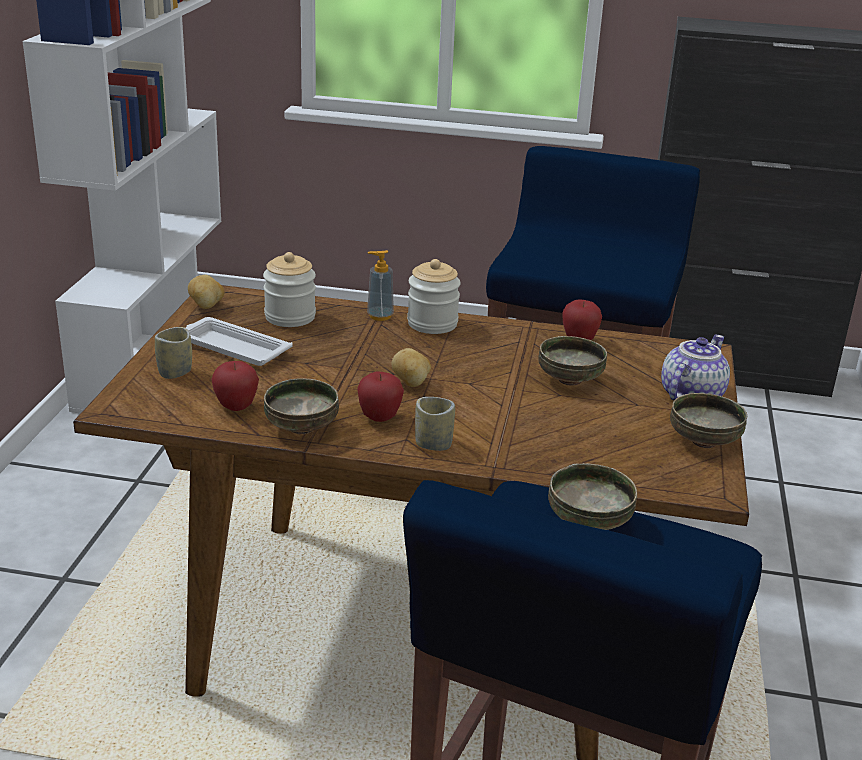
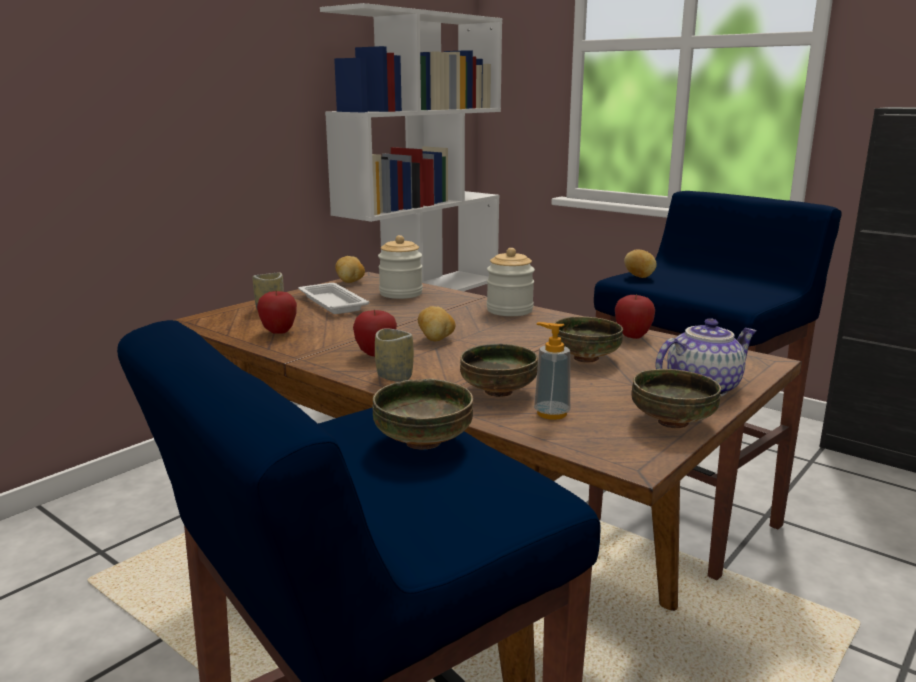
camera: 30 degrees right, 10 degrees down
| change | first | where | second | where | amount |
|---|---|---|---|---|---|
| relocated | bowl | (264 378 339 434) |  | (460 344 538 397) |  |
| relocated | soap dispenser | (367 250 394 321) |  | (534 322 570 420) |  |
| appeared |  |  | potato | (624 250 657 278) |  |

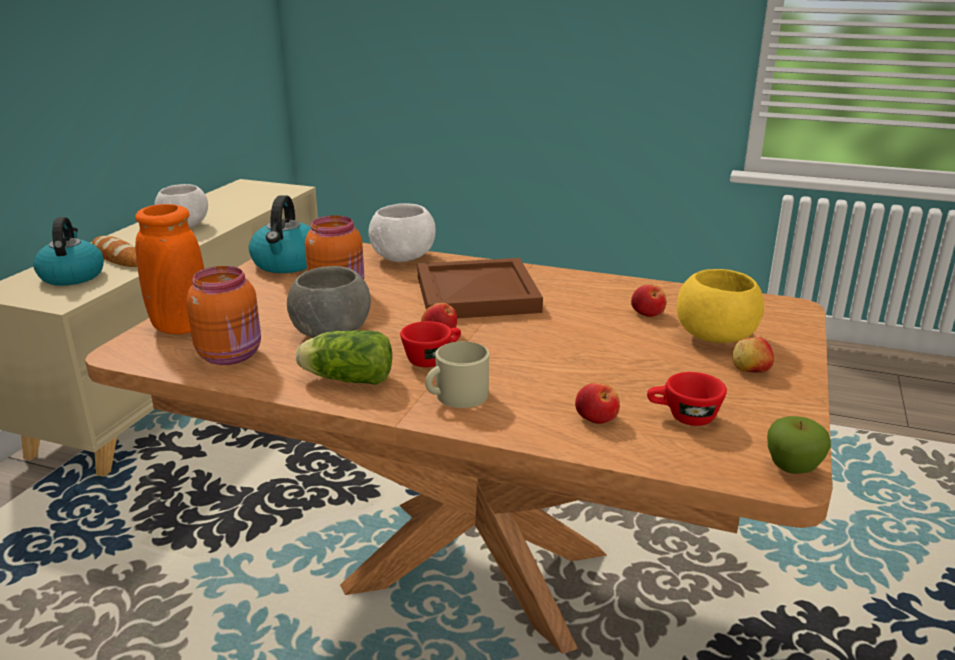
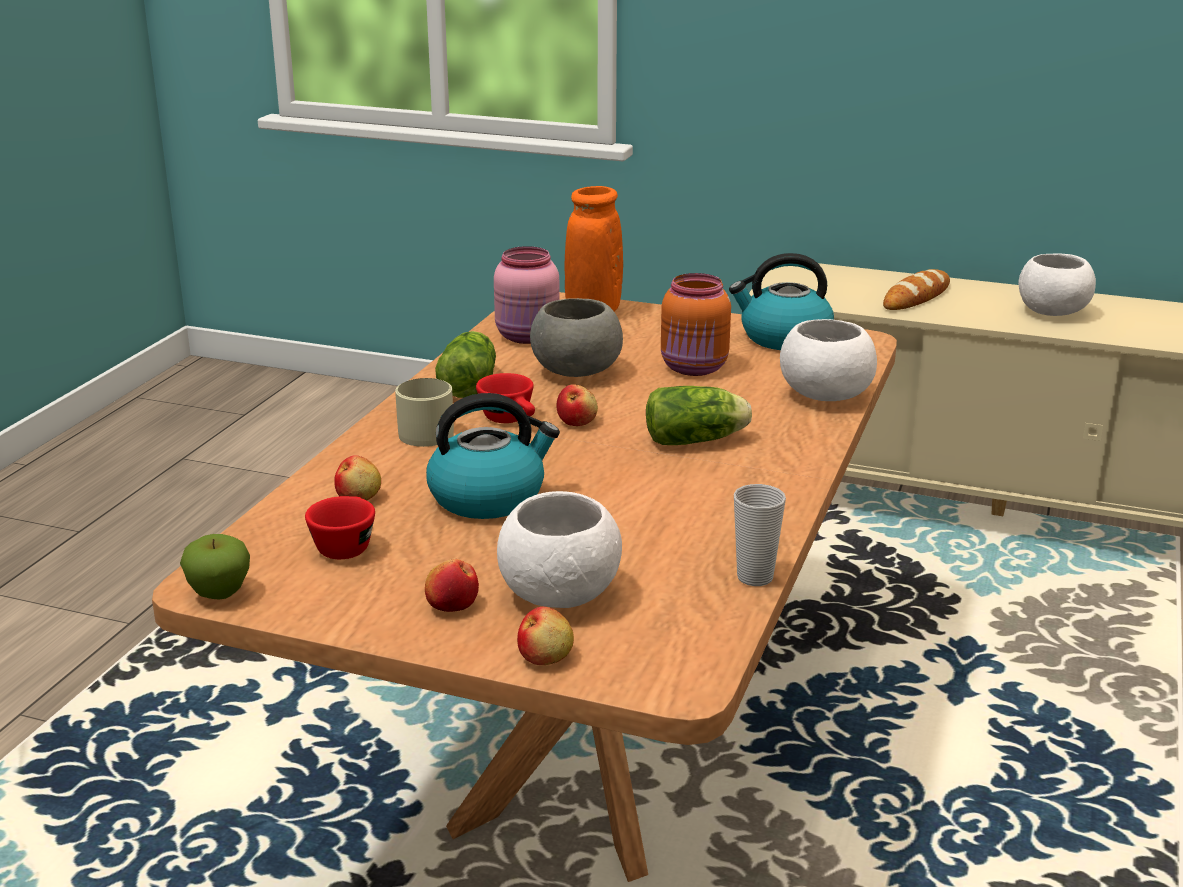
camera: 90 degrees right, 0 degrees up
| change | first | where | second | where | amount |
|---|---|---|---|---|---|
| relocated | kettle | (33 217 104 286) |  | (426 393 560 519) |  |
| colour | orange jar | (186 266 261 365) | pink jar | (494 246 560 344) |  |
| colour | yellow bowl | (677 269 764 343) | white bowl | (497 491 622 608) |  |
| relocated | apple | (631 284 666 317) |  | (517 607 574 665) |  |
| exchanged | brown tray | (417 258 543 318) | lettuce | (646 386 752 445) |  |
| appeared |  |  | cup | (734 484 786 586) |  |

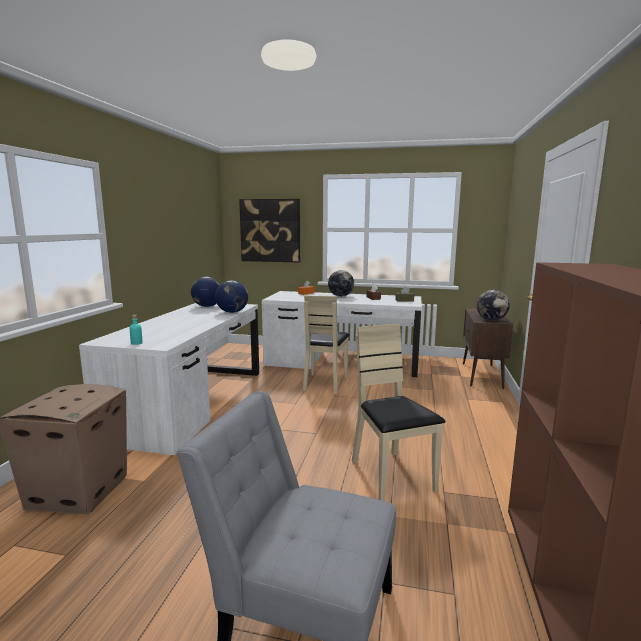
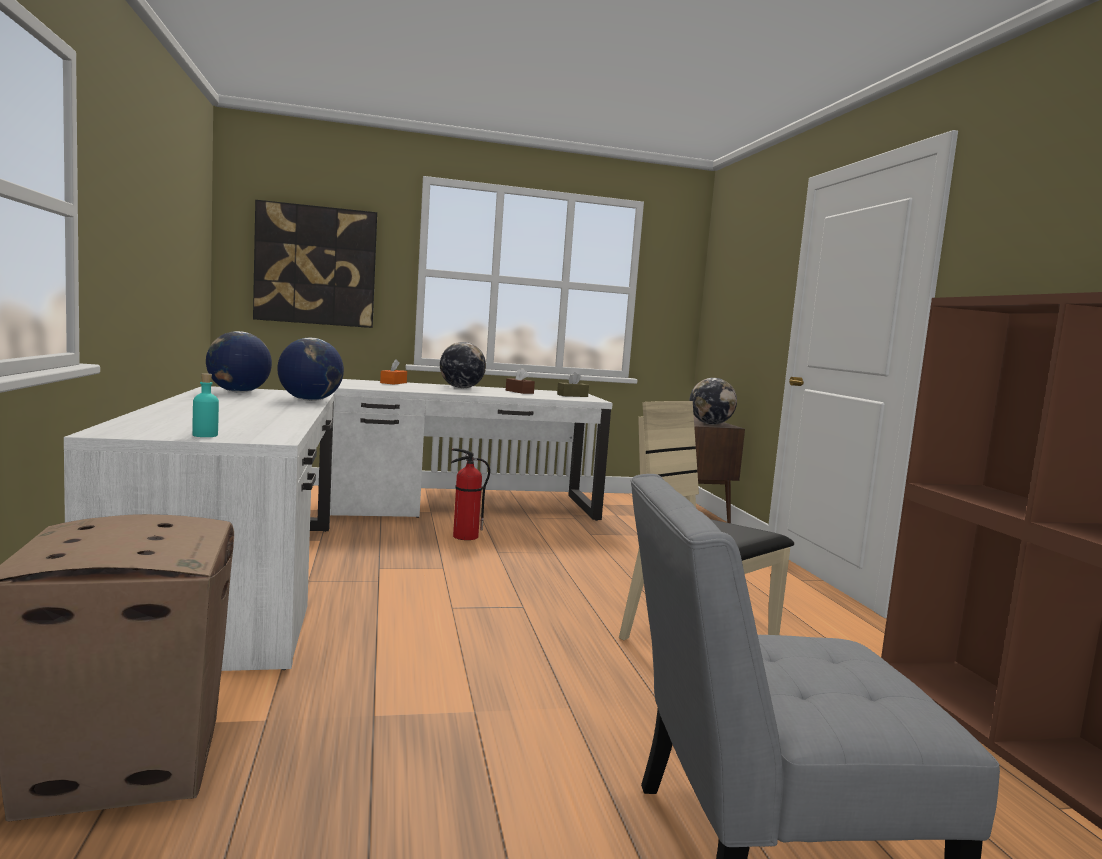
camera: 25 degrees left, 5 degrees down
| change | first | where | second | where | amount |
|---|---|---|---|---|---|
| exchanged | beige chair | (303 295 350 395) | fire extinguisher | (451 448 490 540) |  |

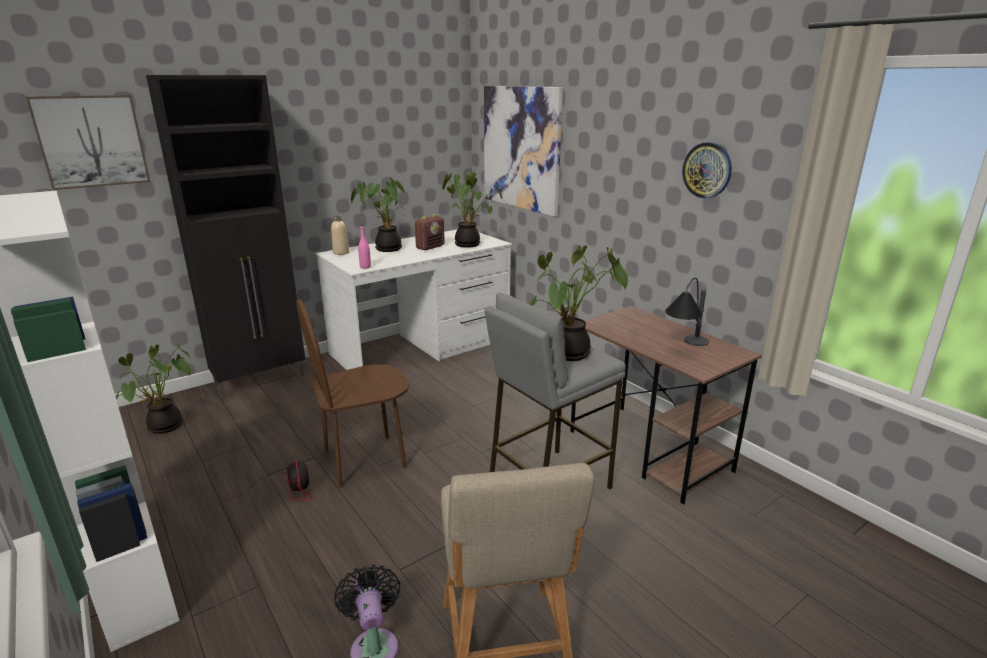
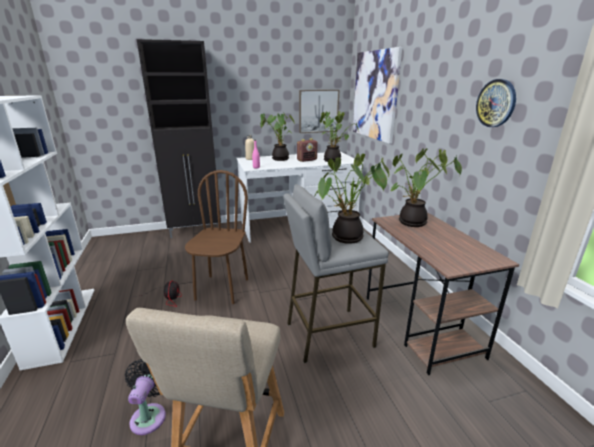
camera: 20 degrees right, 0 degrees up
| change | first | where | second | where | amount |
|---|---|---|---|---|---|
| spun | brown chair | (296 300 409 488) |  | (185 170 248 304) | 105 degrees clockwise |
| relocated | picture | (26 95 151 190) |  | (299 90 339 133) |  |
| relocated | potted plant | (116 343 191 434) |  | (391 148 462 227) |  |
| missing | table lamp | (665 278 709 346) |  |  |  |

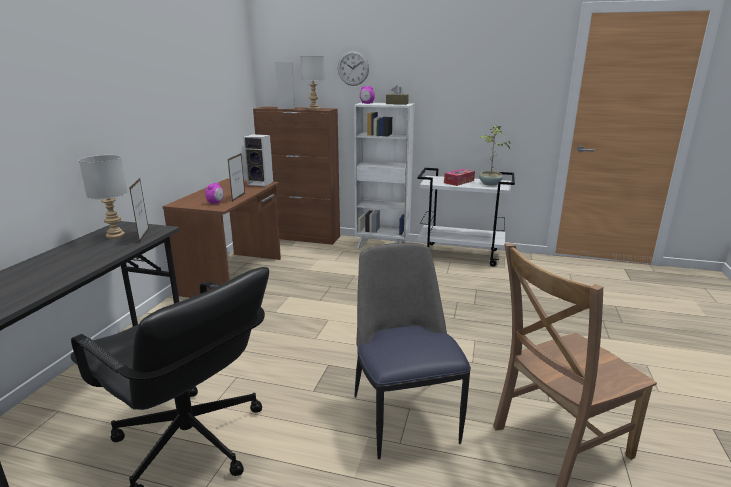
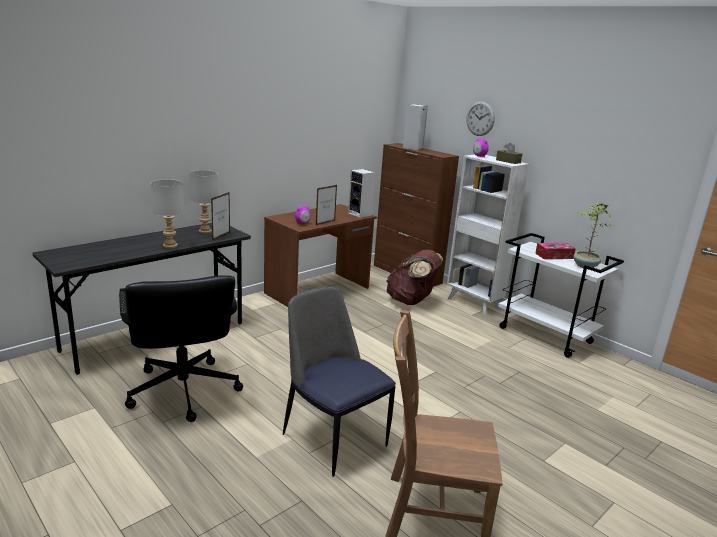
camera: 30 degrees right, 0 degrees up
| change | first | where | second | where | amount |
|---|---|---|---|---|---|
| relocated | grey table lamp | (300 56 325 110) |  | (151 179 184 249) |  |
| spun | chair | (355 243 471 459) |  | (283 287 396 477) | 60 degrees counterclockwise |
| appeared |  |  | brown backpack | (386 250 443 305) |  |

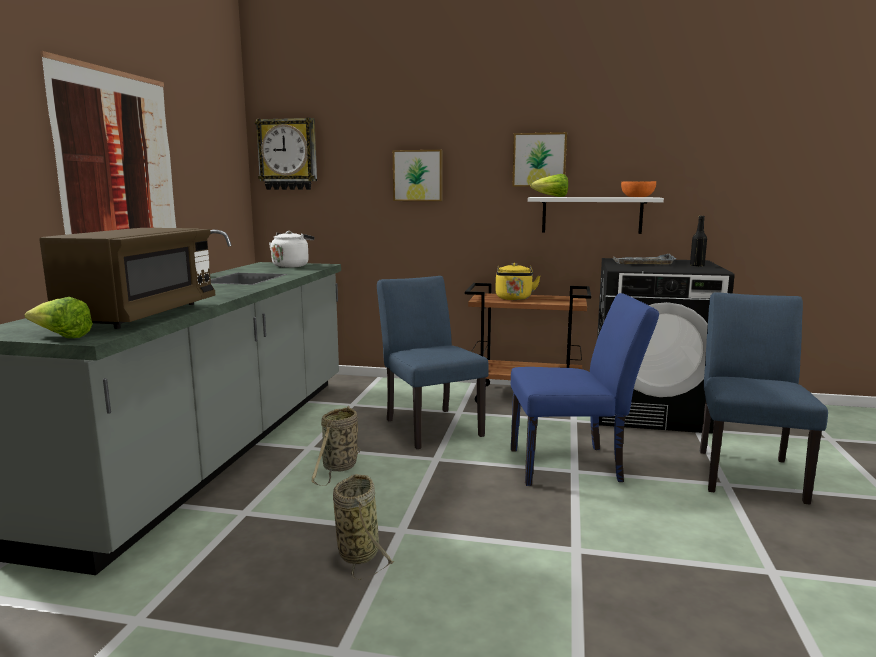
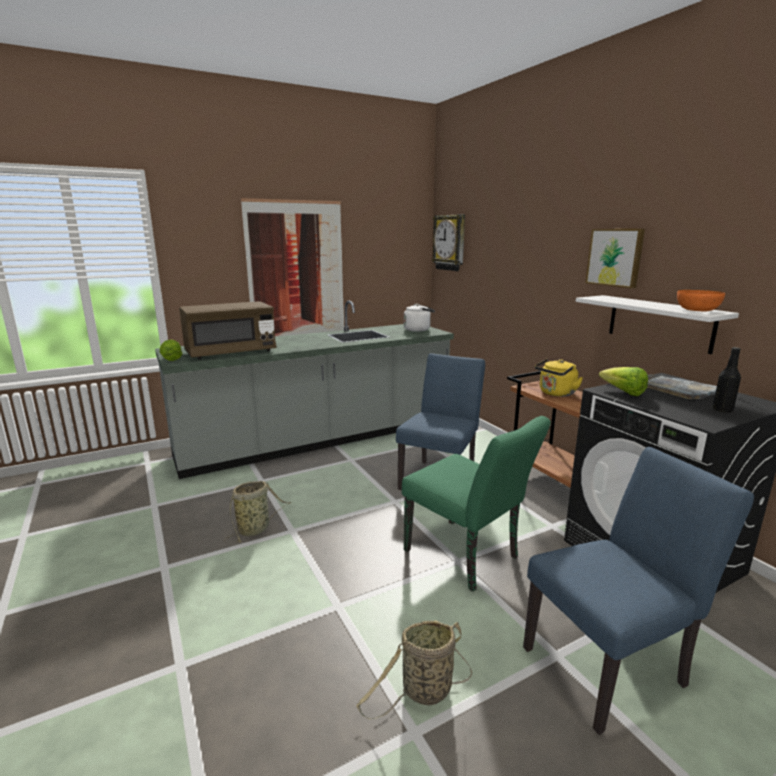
camera: 50 degrees right, 5 degrees up
| change | first | where | second | where | amount |
|---|---|---|---|---|---|
| relocated | basket | (311 406 360 486) |  | (356 620 472 719) |  |
| colour | blue chair | (511 293 659 486) | green chair | (402 416 551 592) |  |
| relocated | lettuce | (530 174 568 197) |  | (599 367 648 396) |  |
| missing | picture | (393 150 443 201) |  |  |  |

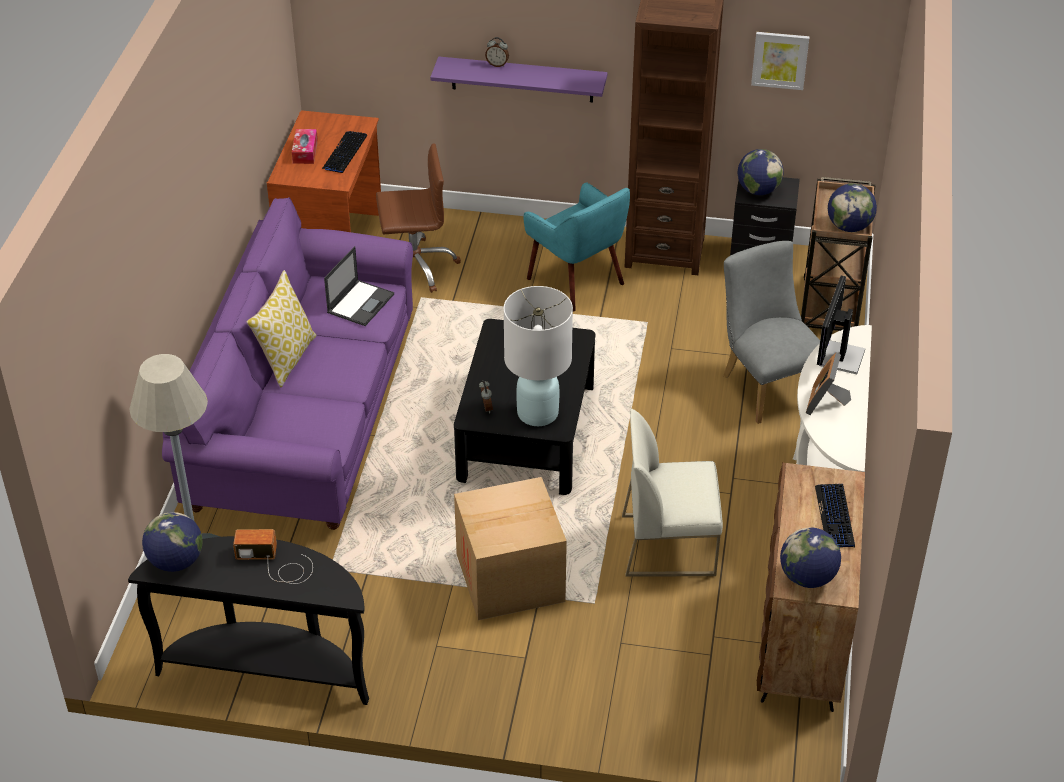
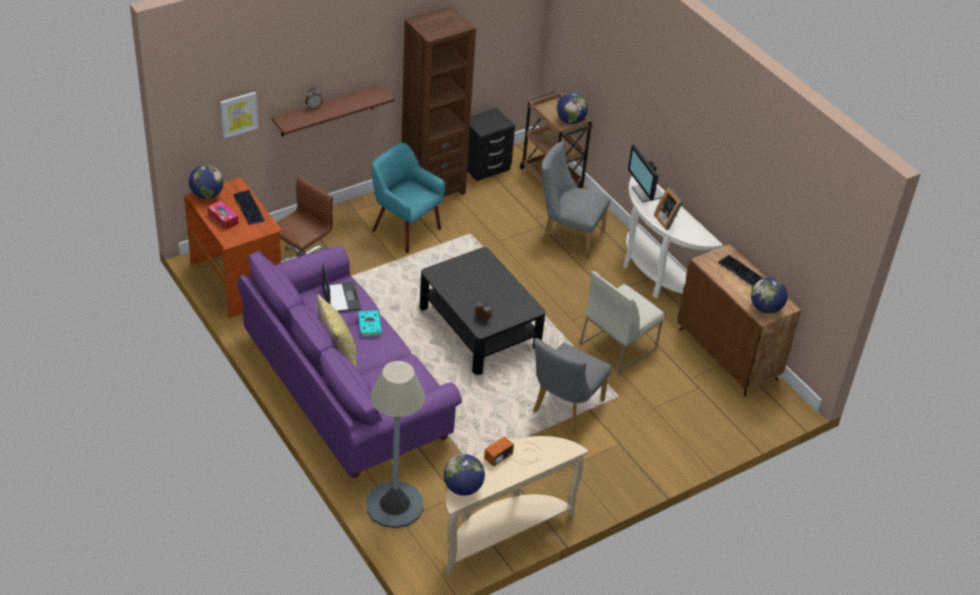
camera: 45 degrees left, 0 degrees up
| change | first | where | second | where | amount |
|---|---|---|---|---|---|
| relocated | globe | (738 149 784 195) |  | (189 165 224 199) |  |
| relocated | picture | (751 32 809 90) |  | (220 92 258 139) |  |
| colour | purple shelf | (430 56 608 103) | brown shelf | (272 85 395 137) |  |
| appeared |  |  | turquoise book | (358 310 382 337) |  |
| spun | turquoise armchair | (524 182 630 311) |  | (372 143 445 253) | 150 degrees counterclockwise |
| colour | black console table | (128 536 369 705) | beige console table | (445 436 589 577) |  |
| exchanged | cardboard box | (454 477 567 620) | grey chair | (533 338 612 432) |  |
| missing | white table lamp | (503 286 573 426) |  |  |  |

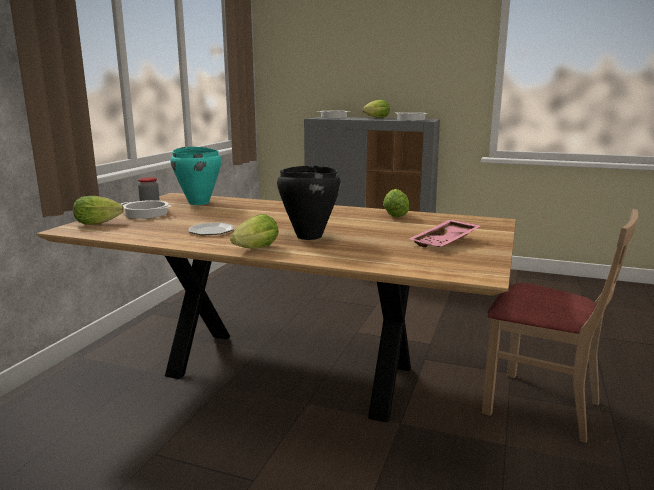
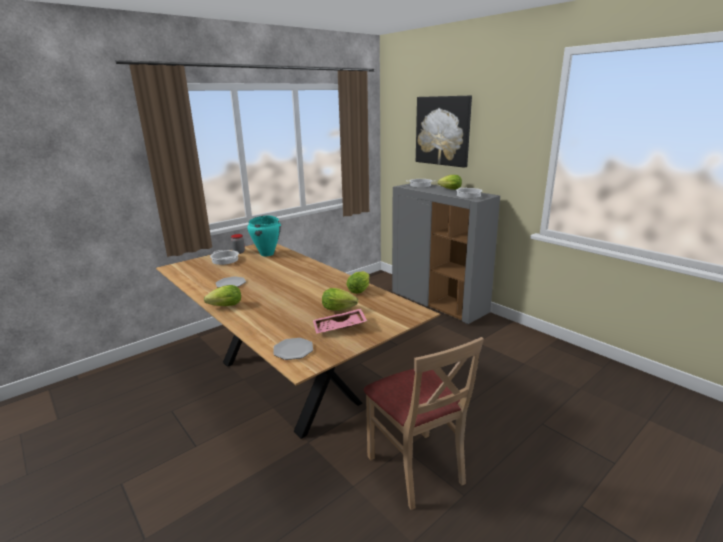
camera: 30 degrees right, 5 degrees up
| change | first | where | second | where | amount |
|---|---|---|---|---|---|
| appeared |  |  | plate | (273 338 313 360) |  |
| relocated | lettuce | (73 196 124 225) |  | (322 288 358 311) |  |
| appeared |  |  | picture | (416 96 472 168) |  |
| missing | black cooking pot | (277 165 341 240) |  |  |  |

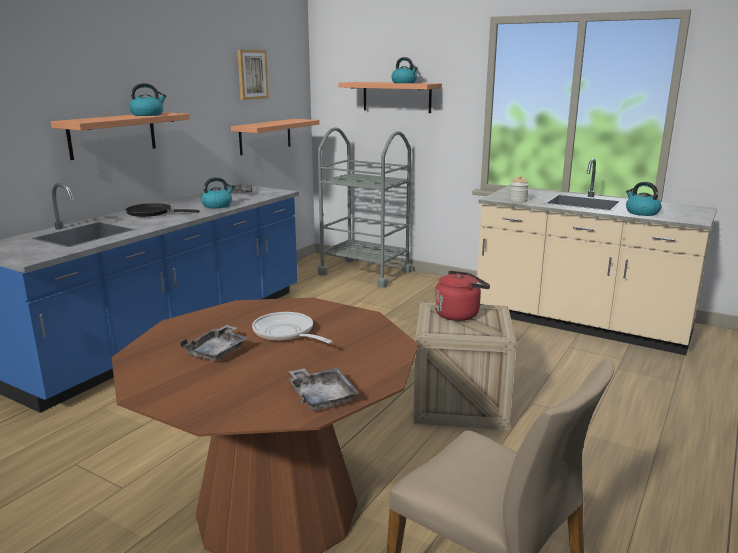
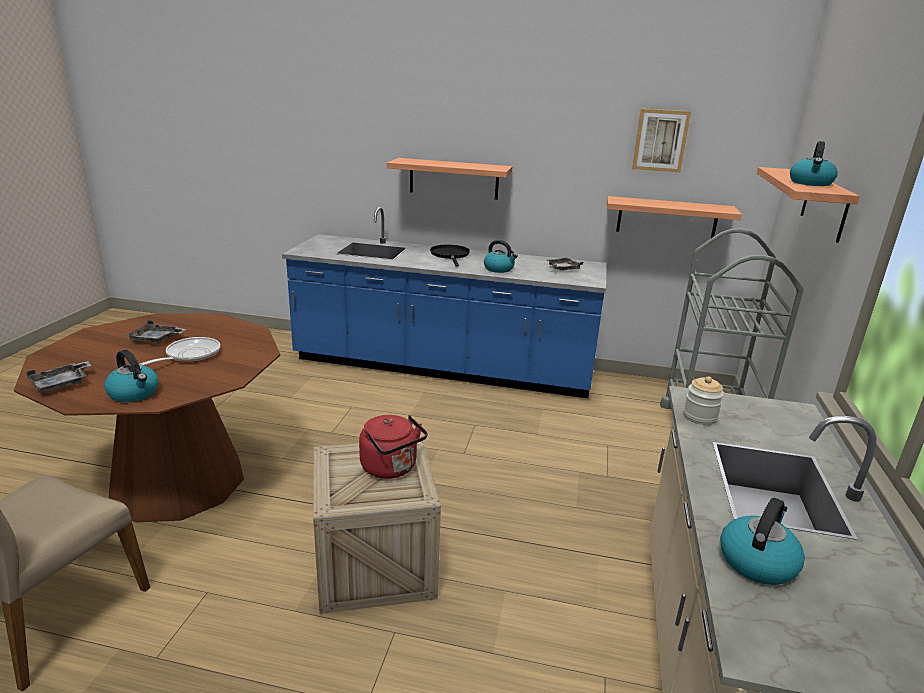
camera: 70 degrees right, 5 degrees up
| change | first | where | second | where | amount |
|---|---|---|---|---|---|
| relocated | kettle | (129 83 167 116) |  | (104 350 159 402) |  |

